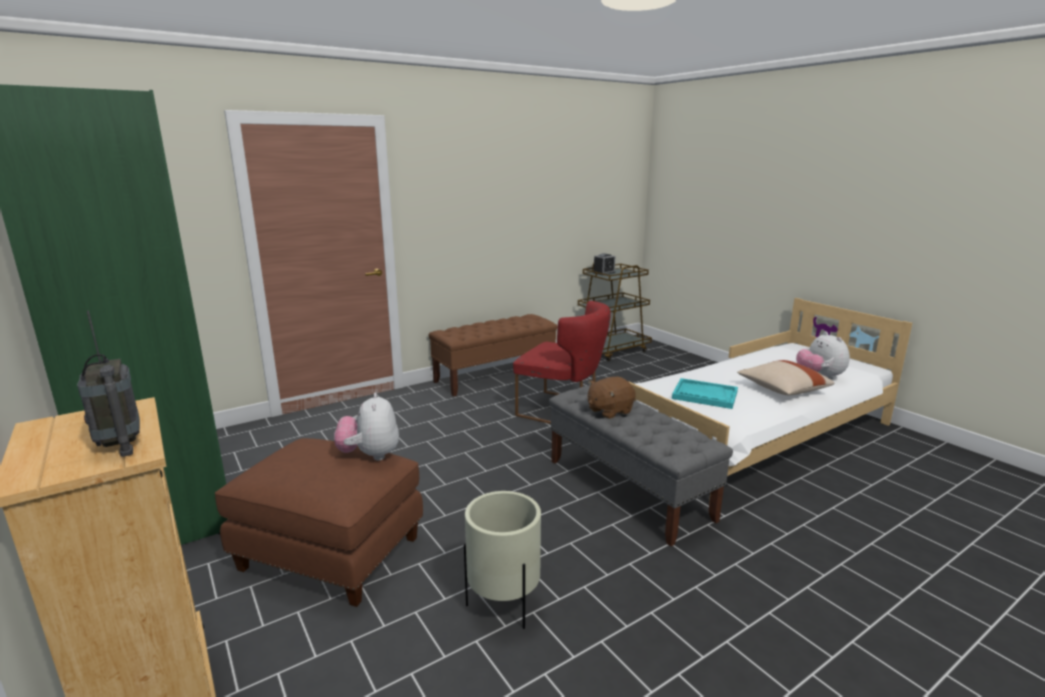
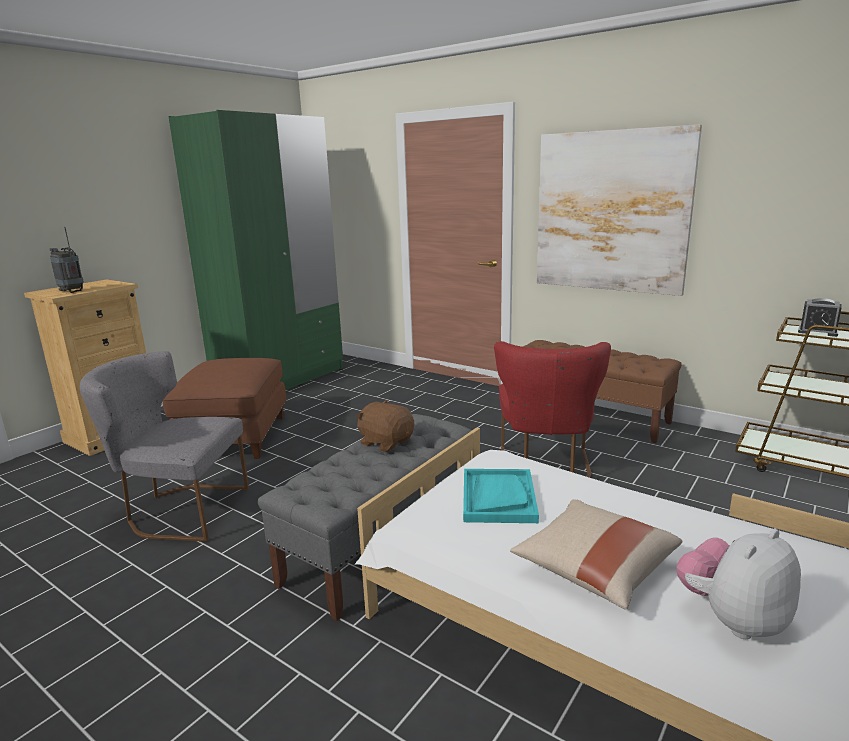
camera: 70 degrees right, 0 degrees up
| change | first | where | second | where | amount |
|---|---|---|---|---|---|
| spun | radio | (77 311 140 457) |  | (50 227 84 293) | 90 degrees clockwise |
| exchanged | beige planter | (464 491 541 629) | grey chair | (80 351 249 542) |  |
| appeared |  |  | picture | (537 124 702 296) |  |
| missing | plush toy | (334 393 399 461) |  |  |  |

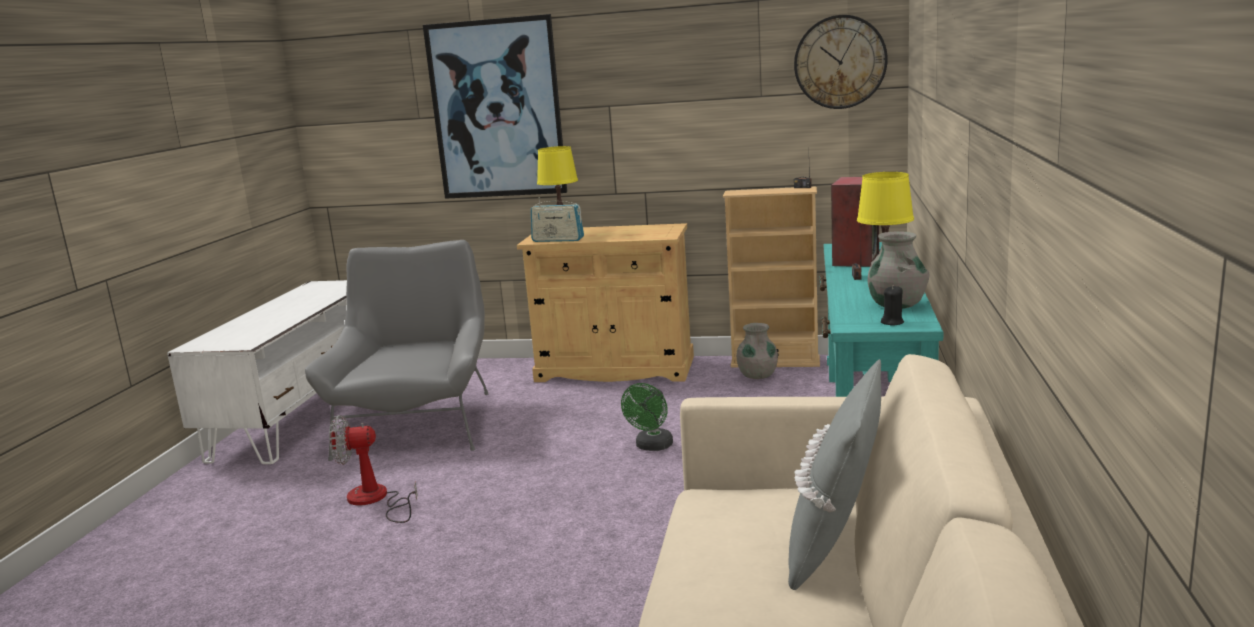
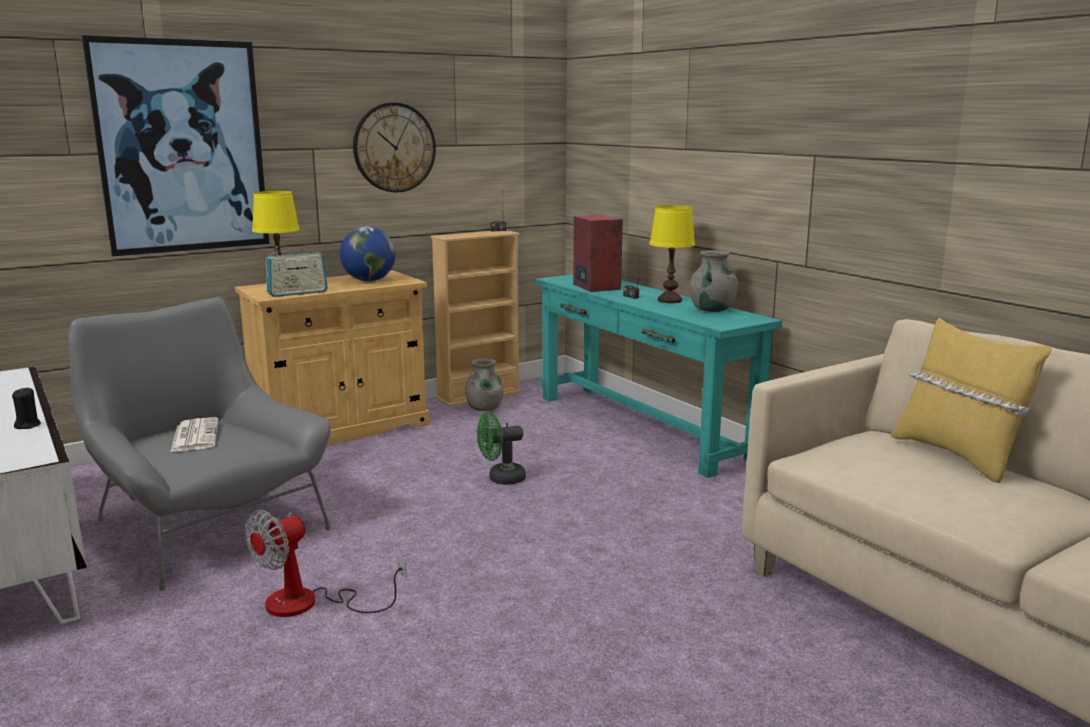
camera: 45 degrees left, 0 degrees up
| change | first | where | second | where | amount |
|---|---|---|---|---|---|
| relocated | black candle | (881 286 904 326) |  | (12 388 41 429) |  |
| appeared |  |  | newspaper | (170 417 219 452) |  |
| appeared |  |  | globe | (340 226 396 282) |  |
| relocated | wall clock | (794 15 888 109) |  | (353 102 436 193) |  |
| spun | green fan | (621 383 673 451) |  | (477 412 526 485) | 90 degrees clockwise |
| colour | grey pillow | (788 359 881 590) | yellow pillow | (891 318 1052 483) |  |

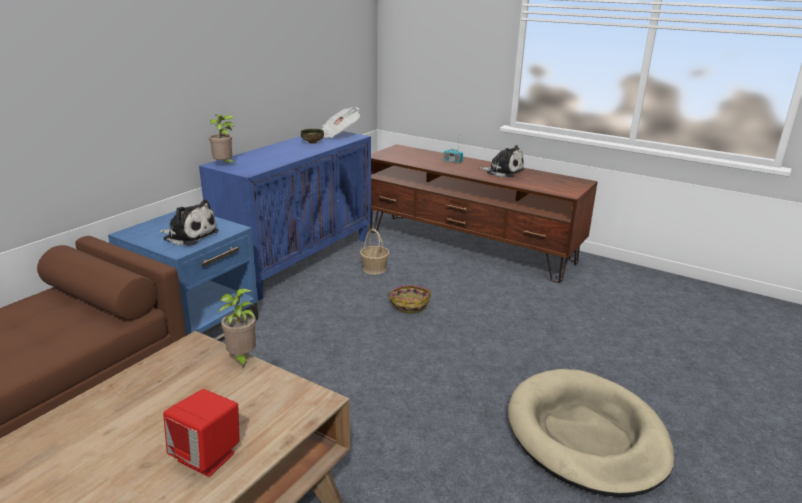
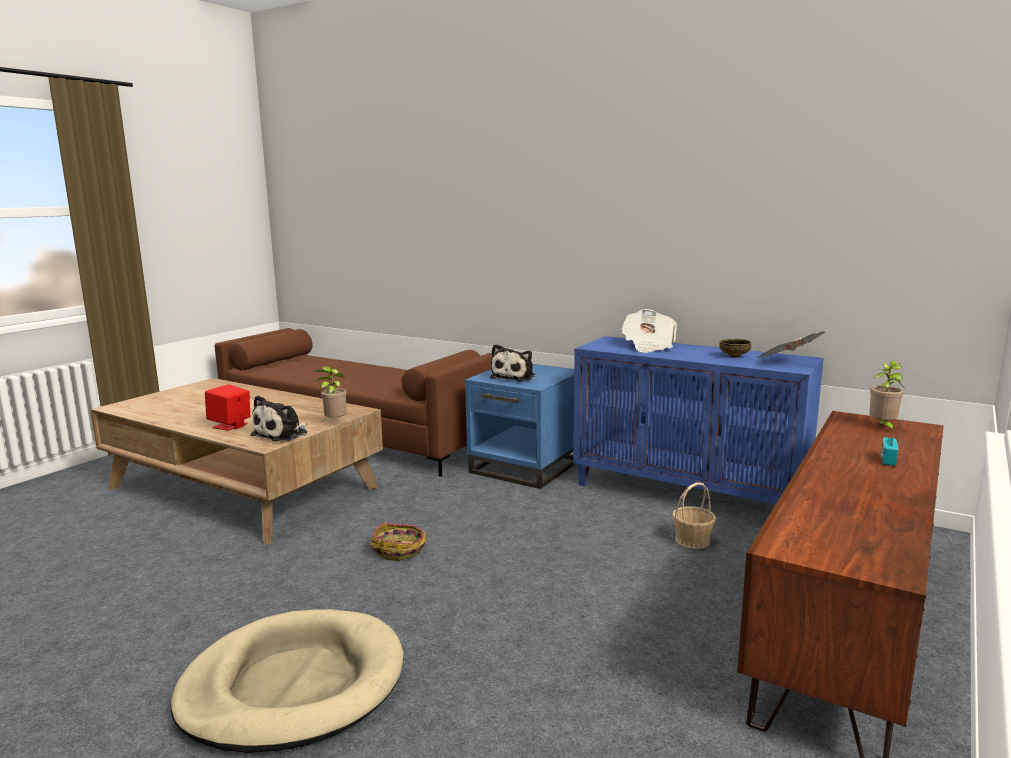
camera: 90 degrees right, 10 degrees down
| change | first | where | second | where | amount |
|---|---|---|---|---|---|
| relocated | plush toy | (478 145 524 177) |  | (250 395 307 441) |  |
| relocated | basket | (387 285 431 314) |  | (370 523 426 561) |  |
| appeared |  |  | newspaper | (621 309 677 353) |  |
| relocated | potted plant | (209 115 236 163) |  | (869 361 903 432) |  |

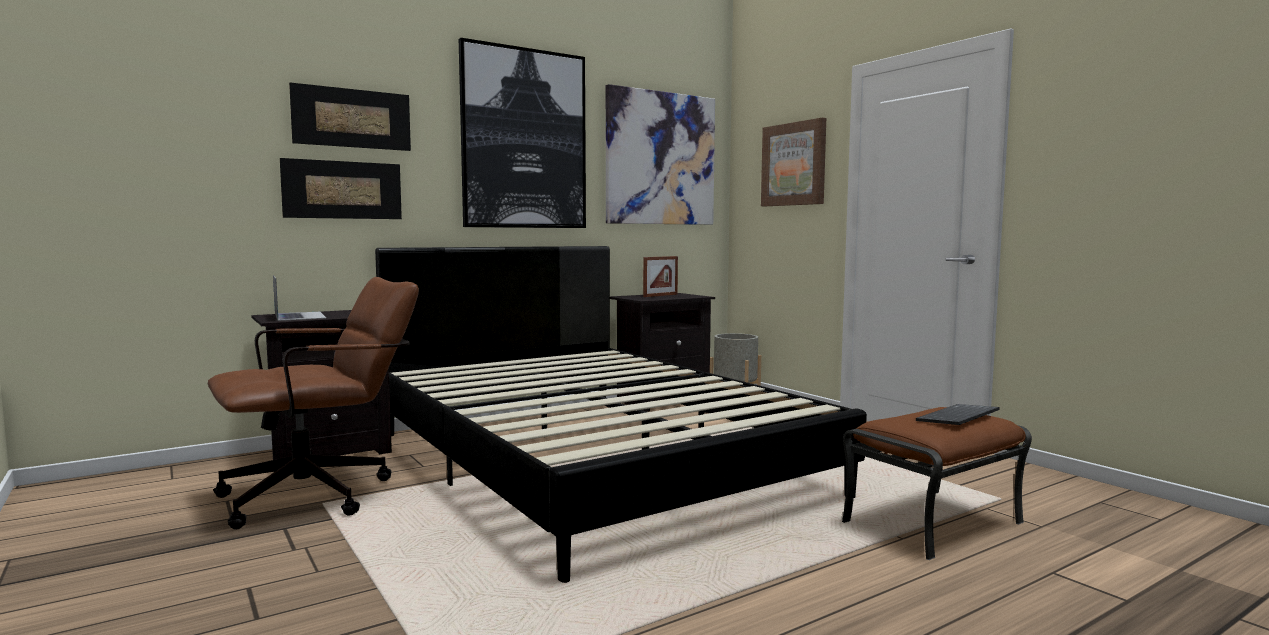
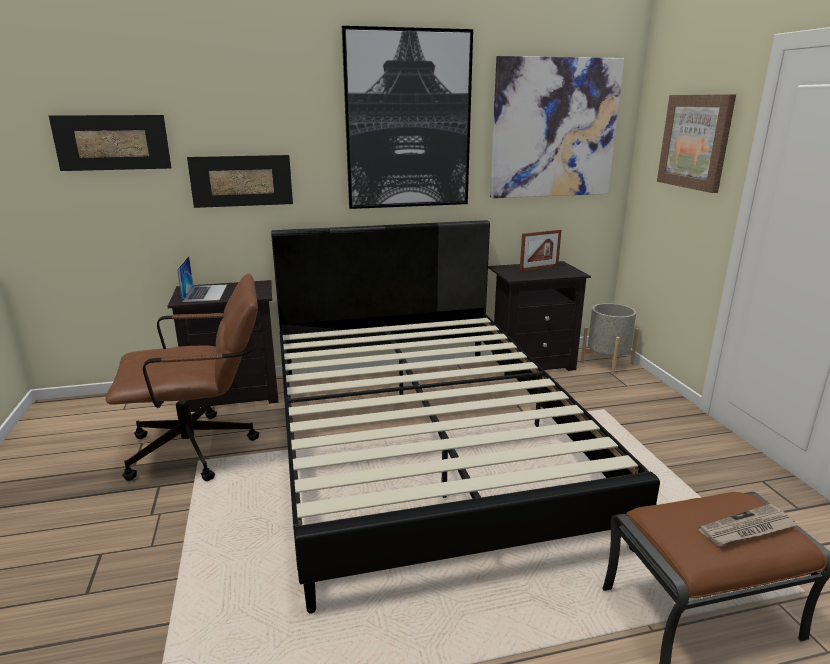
camera: 20 degrees right, 15 degrees up
| change | first | where | second | where | amount |
|---|---|---|---|---|---|
| relocated | picture | (289 83 411 151) |  | (49 115 171 171) |  |
| exchanged | keyboard | (916 404 1000 425) | newspaper | (698 504 797 546) |  |

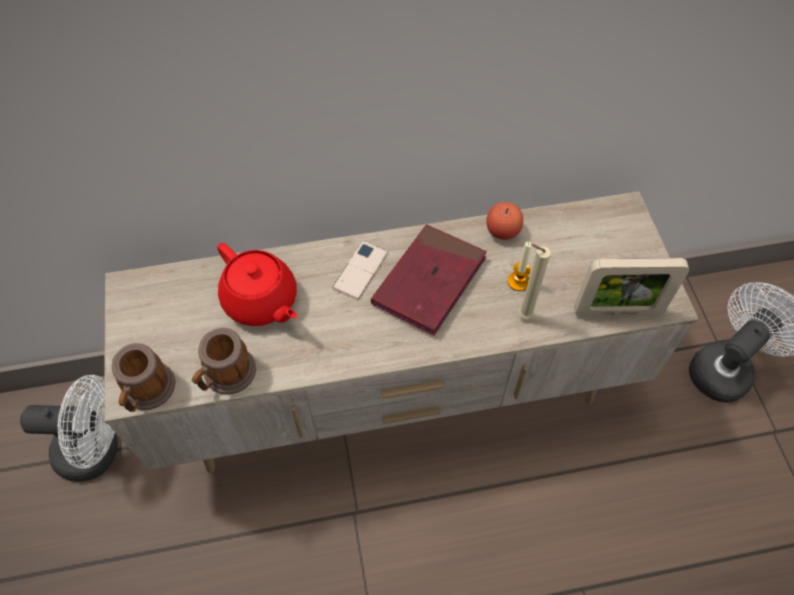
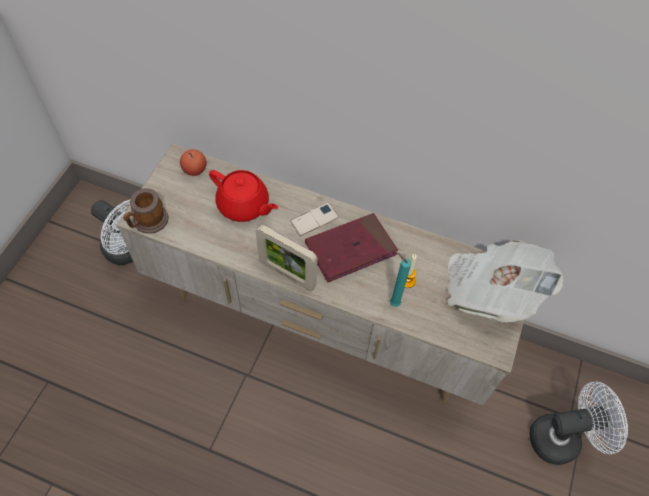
camera: 30 degrees right, 0 degrees up
| change | first | where | second | where | amount |
|---|---|---|---|---|---|
| relocated | apple | (486 202 523 240) |  | (180 149 207 176) |  |
| spun | red teapot | (217 243 297 326) |  | (209 170 278 222) | 45 degrees counterclockwise |
| relocated | picture frame | (574 258 689 317) |  | (256 225 318 291) |  |
| colour | beige candle | (519 244 551 319) | turquoise candle | (390 253 411 307) |  |
| appeared |  |  | newspaper | (447 240 564 322) |  |
| missing | mug | (192 328 256 394) |  |  |  |

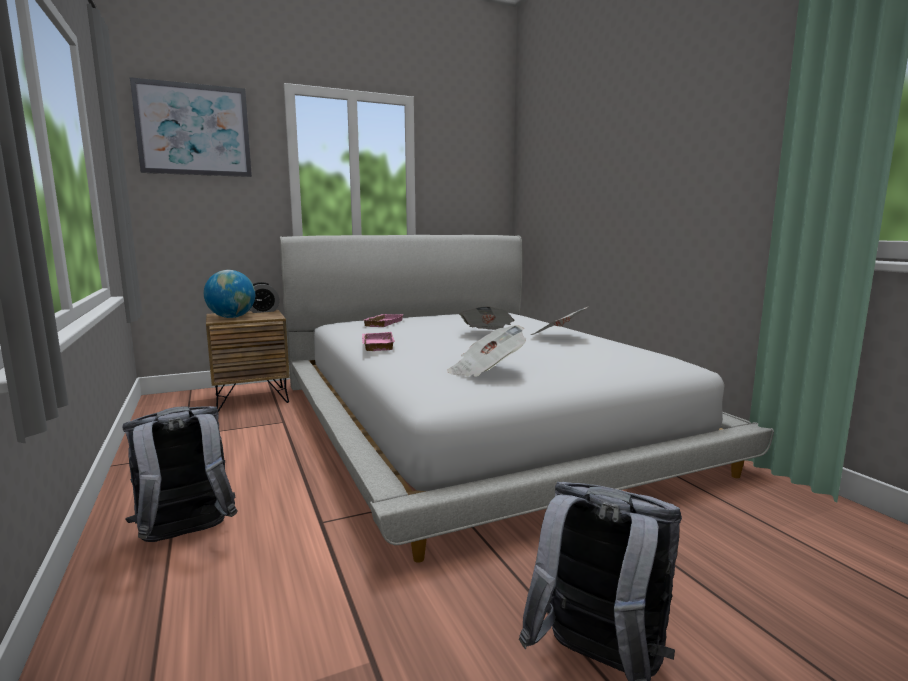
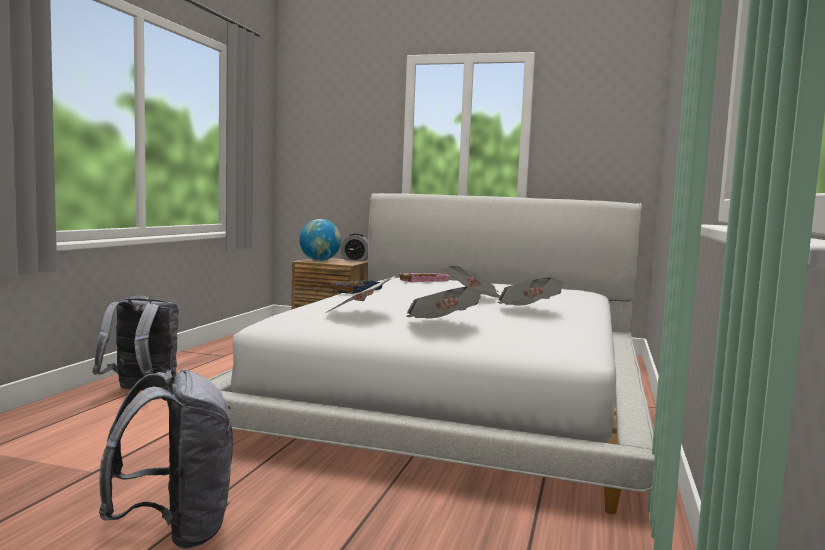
camera: 40 degrees right, 5 degrees down
| change | first | where | second | where | amount |
|---|---|---|---|---|---|
| colour | pink tray | (362 332 395 351) | blue tray | (332 281 382 294) |  |
| appeared |  |  | newspaper | (406 287 483 319) |  |
| missing | picture | (130 77 252 177) |  |  |  |

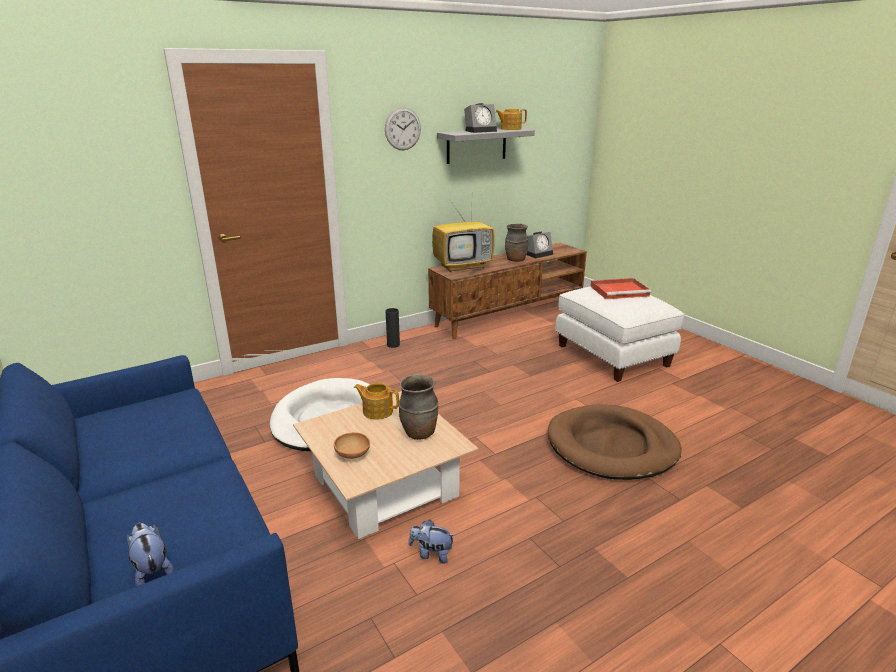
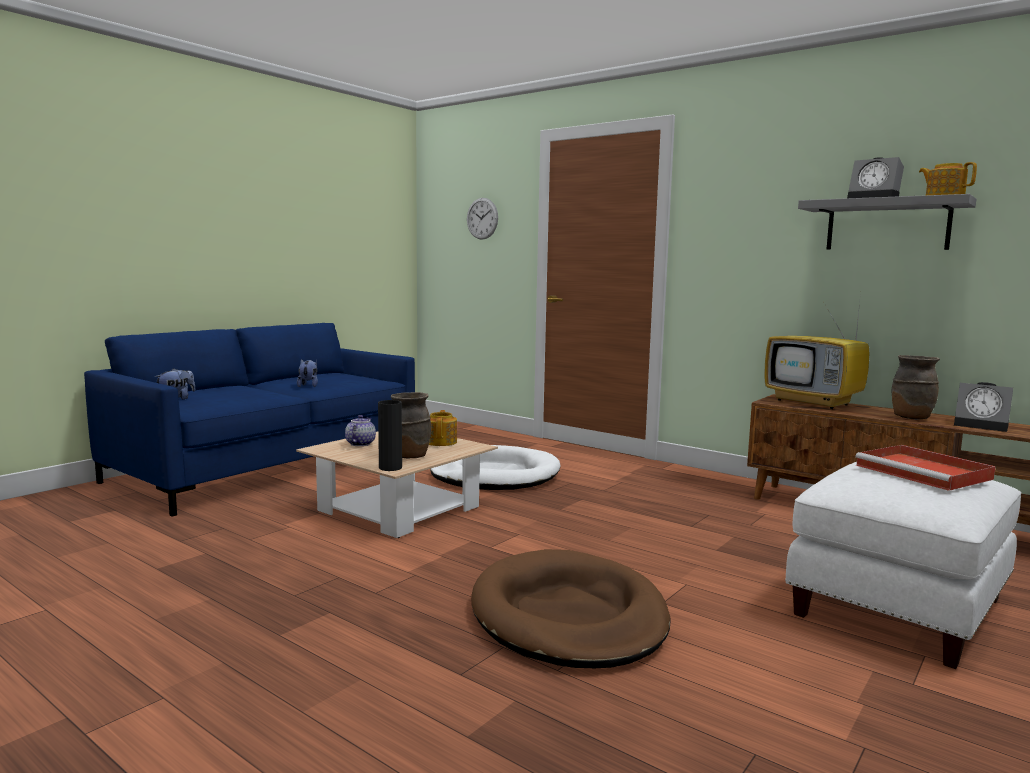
camera: 70 degrees right, 15 degrees down
| change | first | where | second | where | amount |
|---|---|---|---|---|---|
| relocated | plush toy | (409 520 455 564) |  | (297 359 318 387) |  |
| exchanged | brown bowl | (334 432 370 459) | teapot | (345 415 376 446) |  |
| relocated | black vase | (385 308 400 348) |  | (378 400 402 471) |  |
| relocated | wall clock | (385 107 421 150) |  | (467 198 498 240) |  |

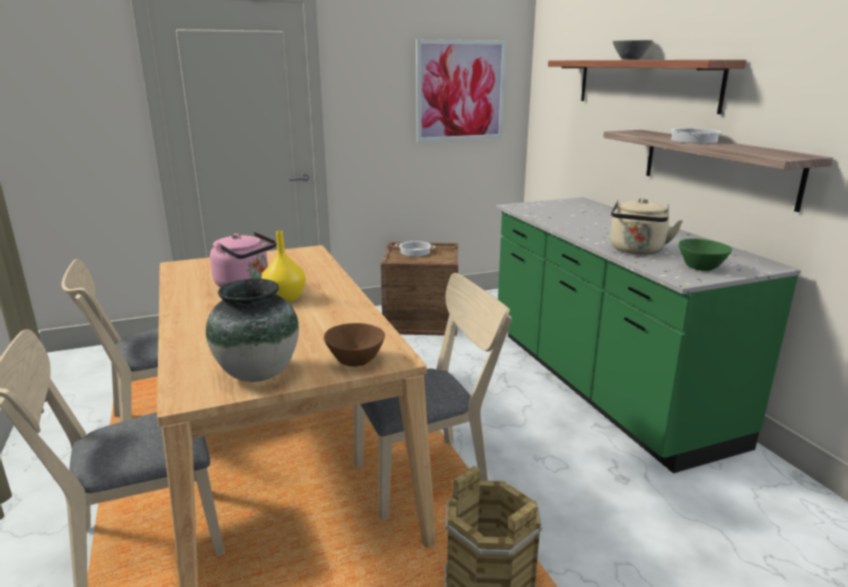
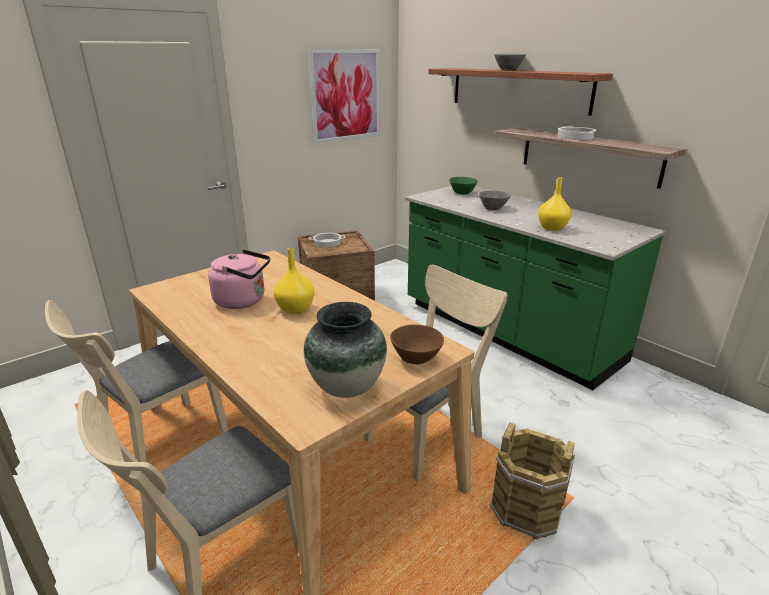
camera: 20 degrees left, 5 degrees up
| change | first | where | second | where | amount |
|---|---|---|---|---|---|
| relocated | green bowl | (679 239 732 271) |  | (449 177 478 195) |  |
| appeared |  |  | grey bowl | (479 190 511 210) |  |
| exchanged | beige kettle | (610 198 683 255) | yellow vase | (538 177 572 231) |  |

